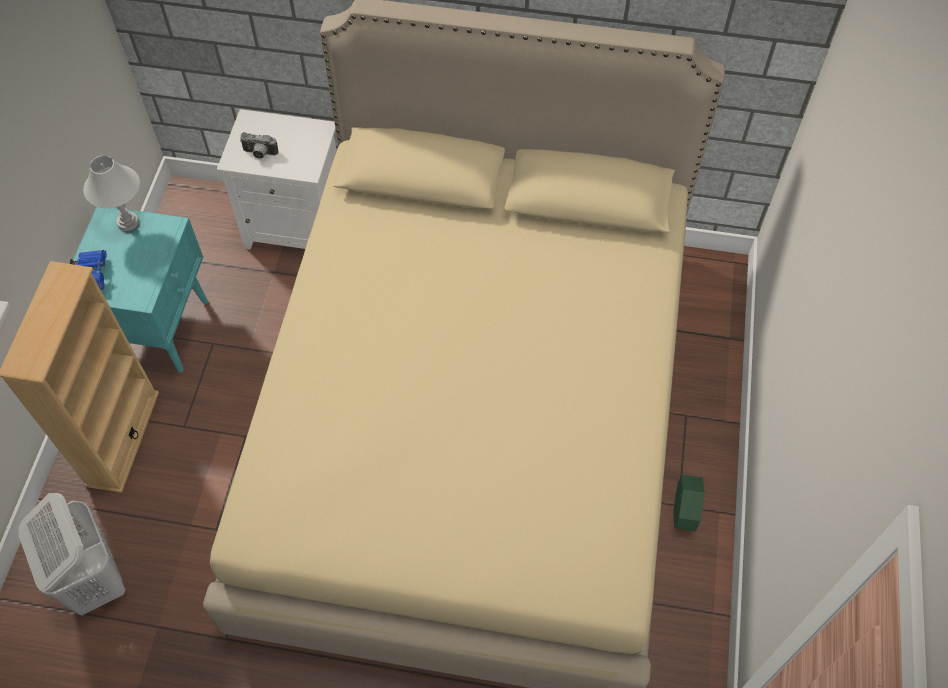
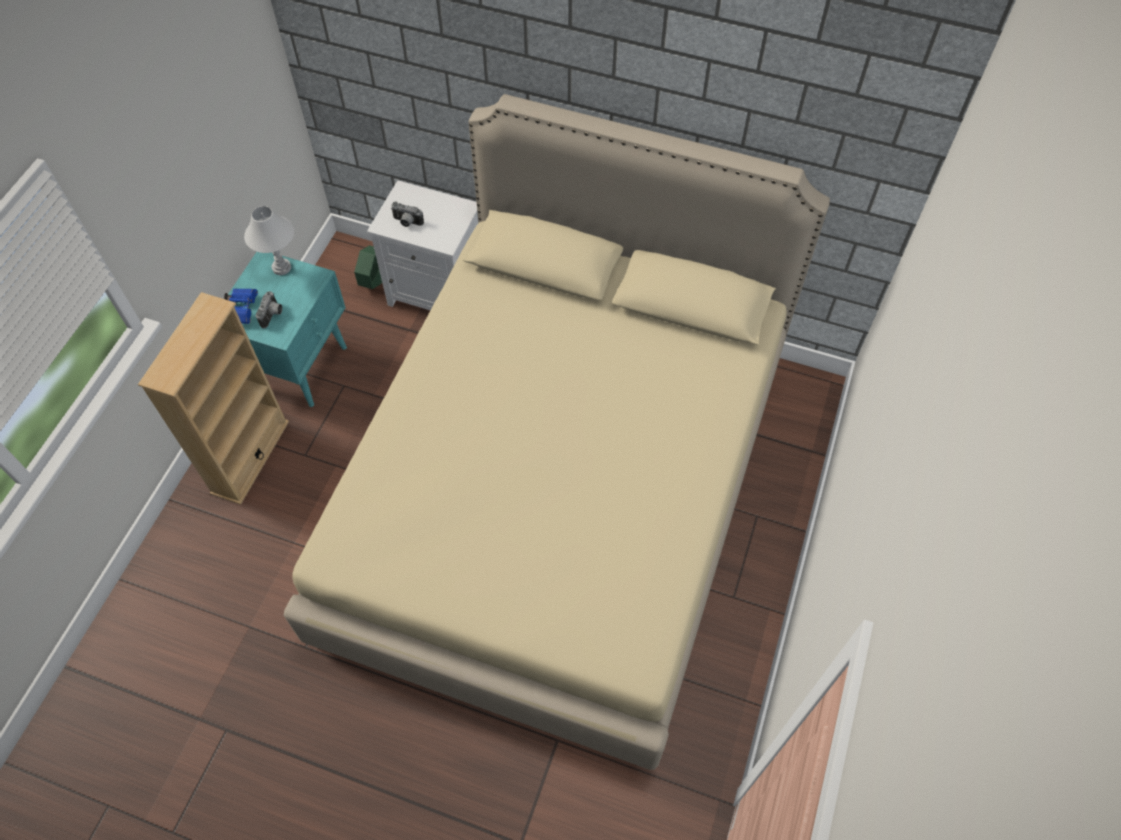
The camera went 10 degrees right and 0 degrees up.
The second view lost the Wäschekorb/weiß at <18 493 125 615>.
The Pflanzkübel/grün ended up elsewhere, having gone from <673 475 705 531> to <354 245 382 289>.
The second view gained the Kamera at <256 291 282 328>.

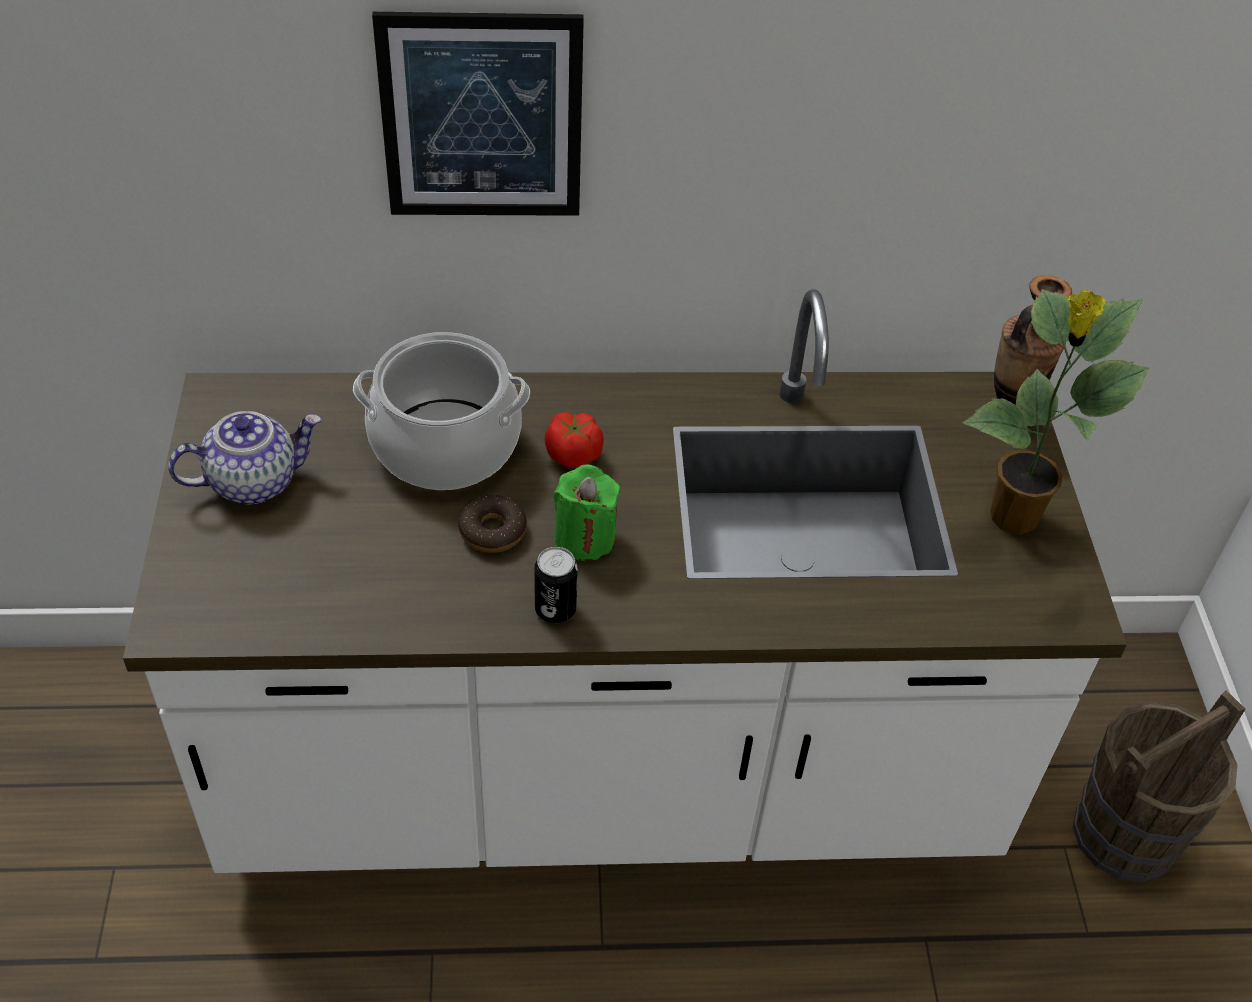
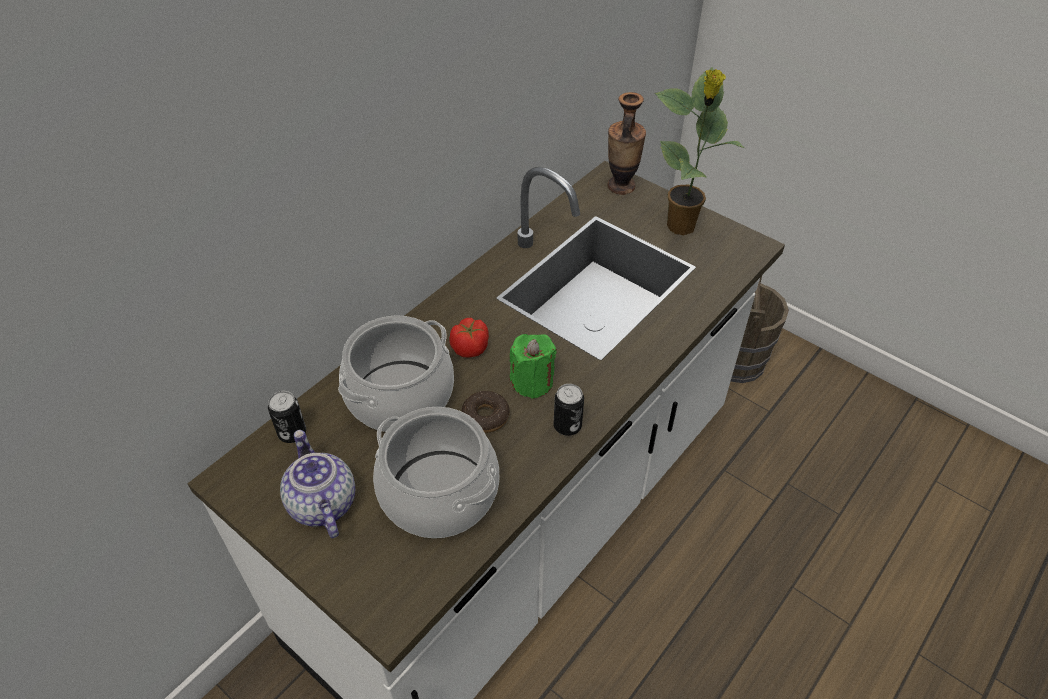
The camera went 45 degrees left and 0 degrees up.
The Teekanne at <168 411 321 504> ended up facing another way, 45 degrees counterclockwise from before.
The second view lost the Bild at <372 12 584 216>.
The second view gained the Dose at <268 391 306 443>.
The second view gained the Kochtopf at <373 407 499 538>.

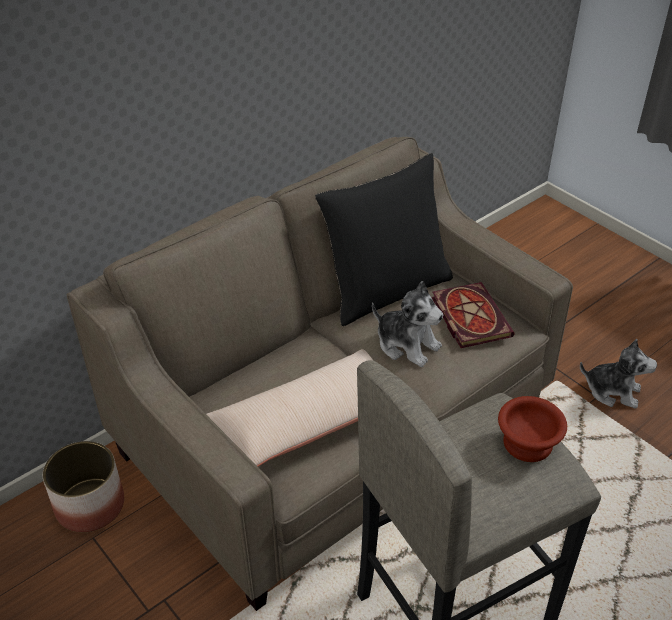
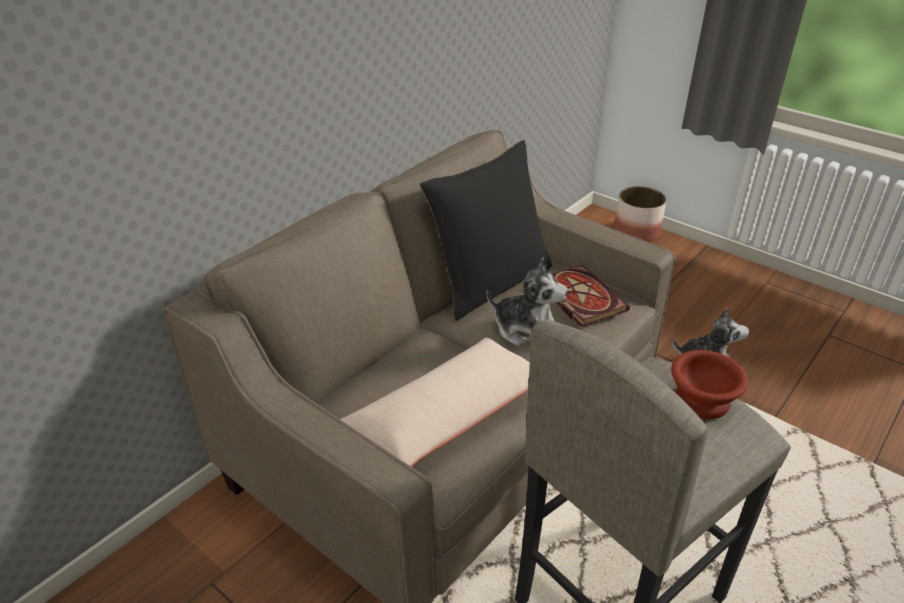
The camera went 10 degrees left and 5 degrees down.
The Pflanzkübel ended up elsewhere, having gone from <43 441 124 532> to <614 186 667 242>.

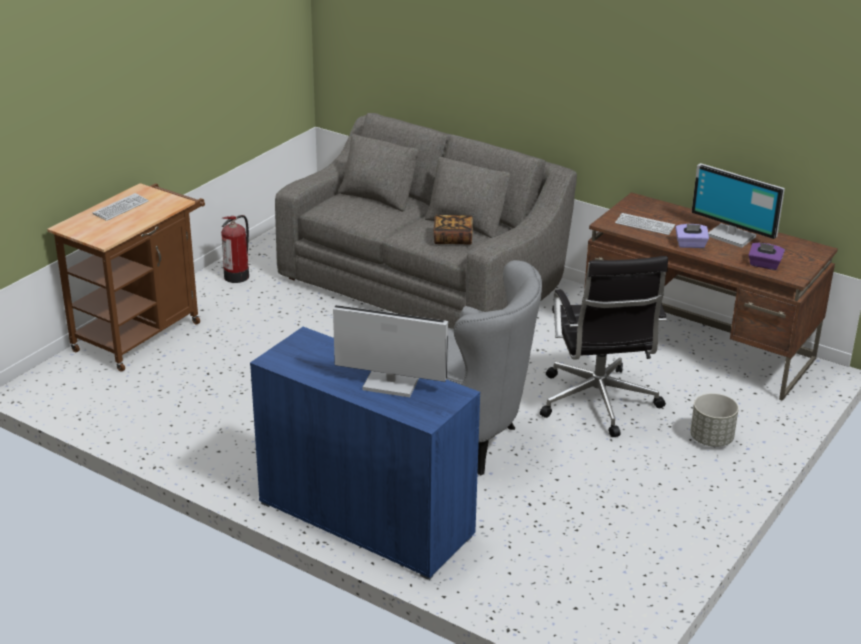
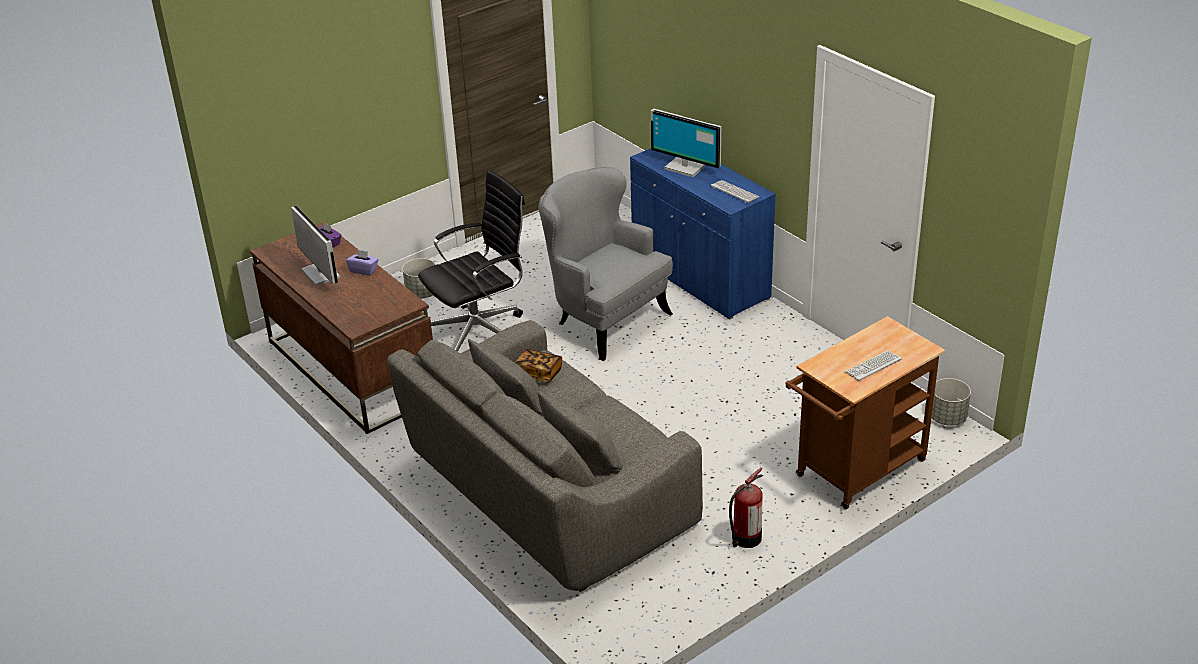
The camera went 160 degrees left and 5 degrees up.
The Bürostuhl/schwarz at <540 256 668 437> ended up facing another way, 45 degrees clockwise from before.
The Tastatur ended up elsewhere, having gone from <615 213 675 235> to <711 180 759 203>.
The second view gained the Pflanzkübel/grau at <931 378 971 426>.

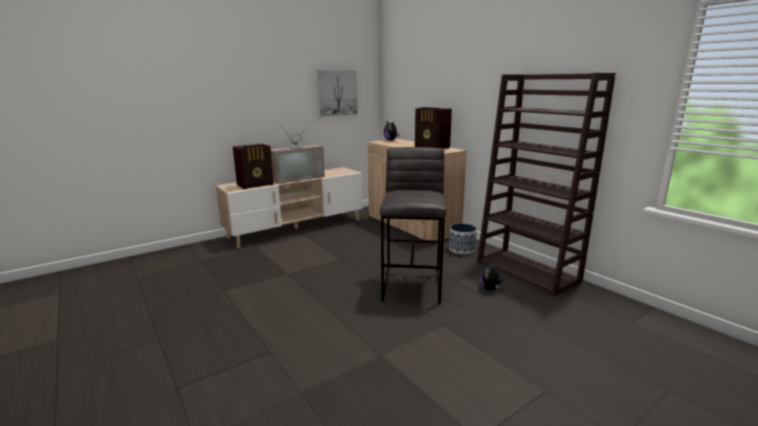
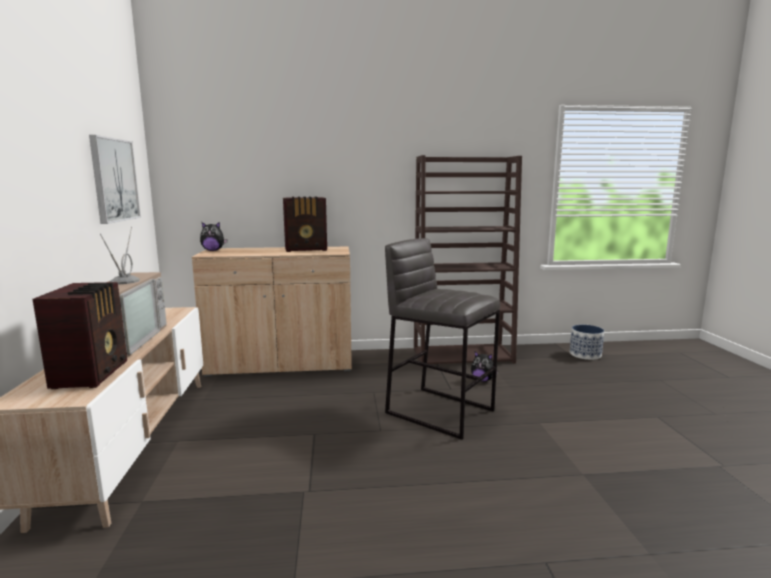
The camera went 60 degrees left and 5 degrees down.
The Pflanzkübel ended up elsewhere, having gone from <449 223 477 254> to <570 325 604 360>.

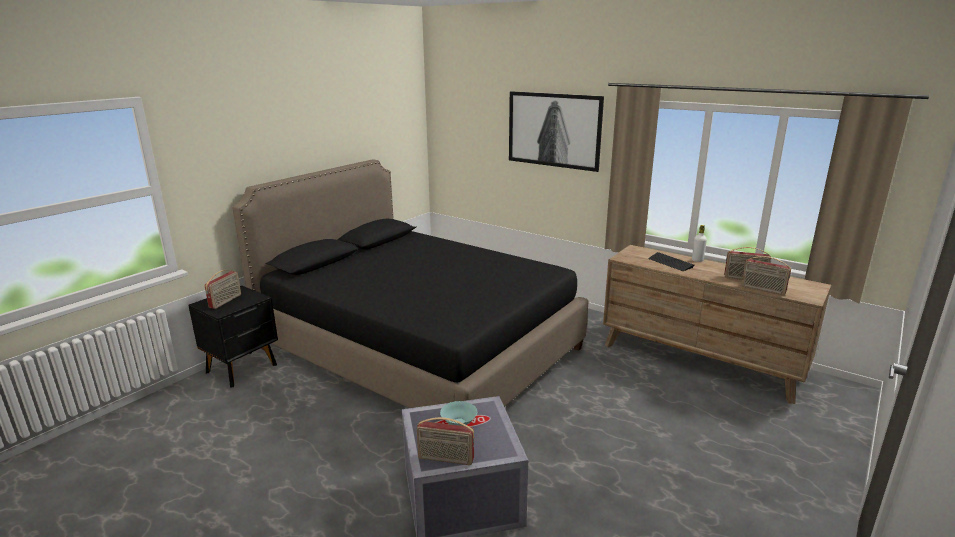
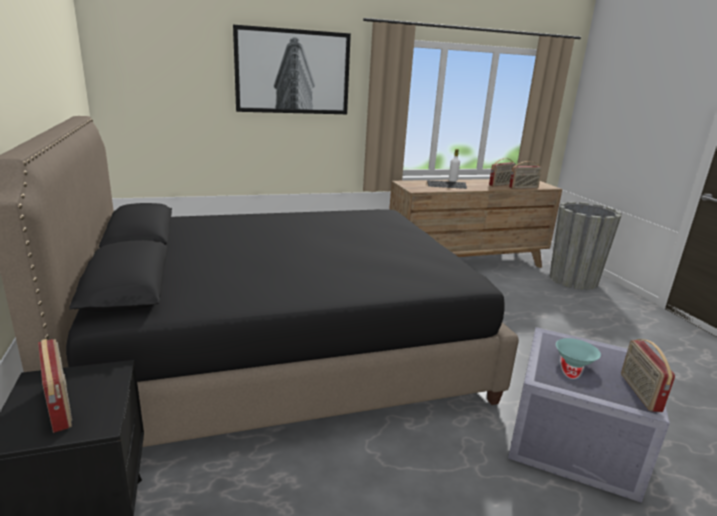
The camera went 55 degrees left and 0 degrees up.
The Radio at <417 417 475 465> ended up facing another way, 135 degrees clockwise from before.
The second view gained the Pflanzkübel/grau at <550 202 622 290>.

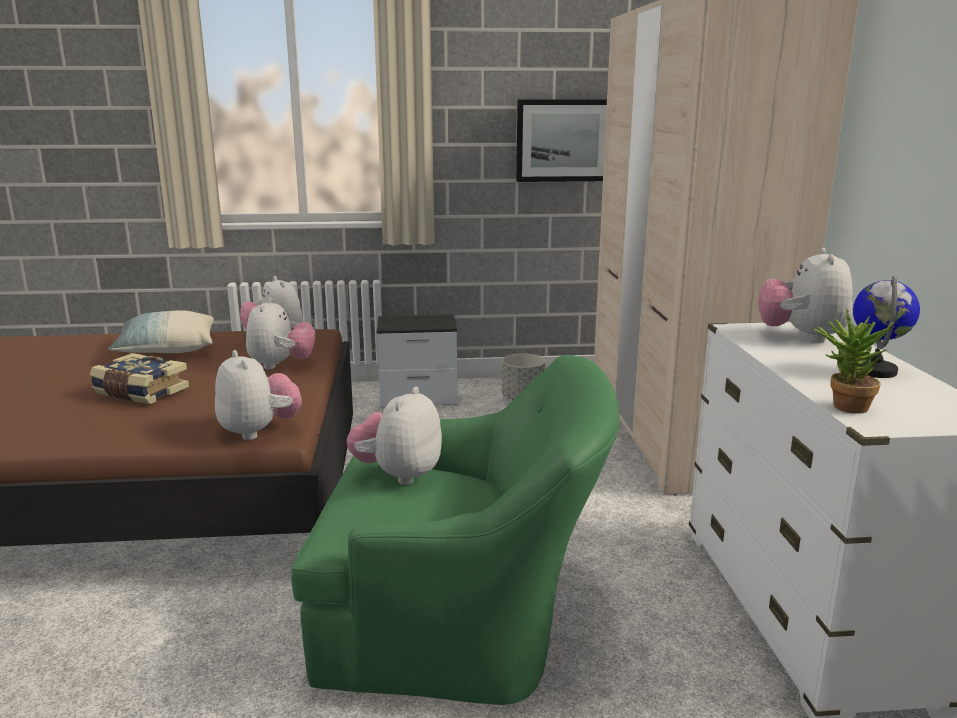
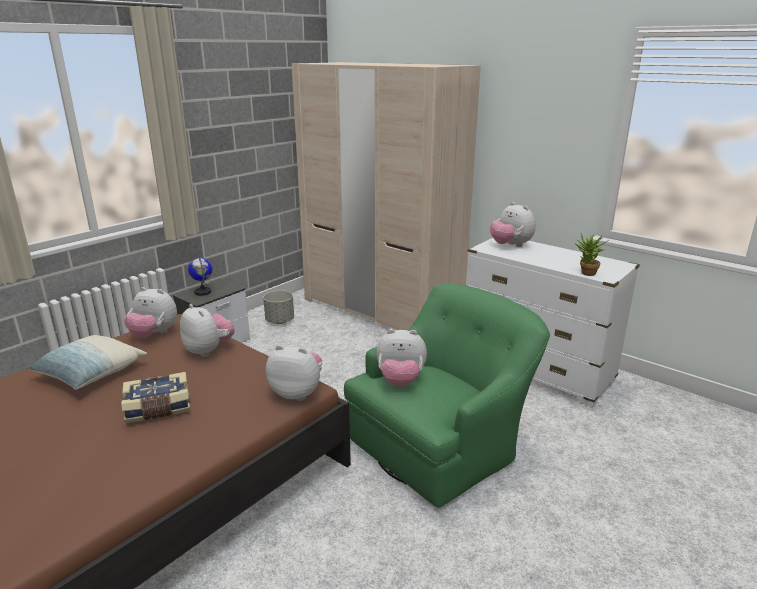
The camera went 45 degrees left and 5 degrees up.
The Plüschtier at <347 387 442 485> ended up facing another way, 60 degrees counterclockwise from before.
The second view lost the Bild at <516 100 607 182>.
The Globus ended up elsewhere, having gone from <853 276 920 378> to <188 257 212 296>.

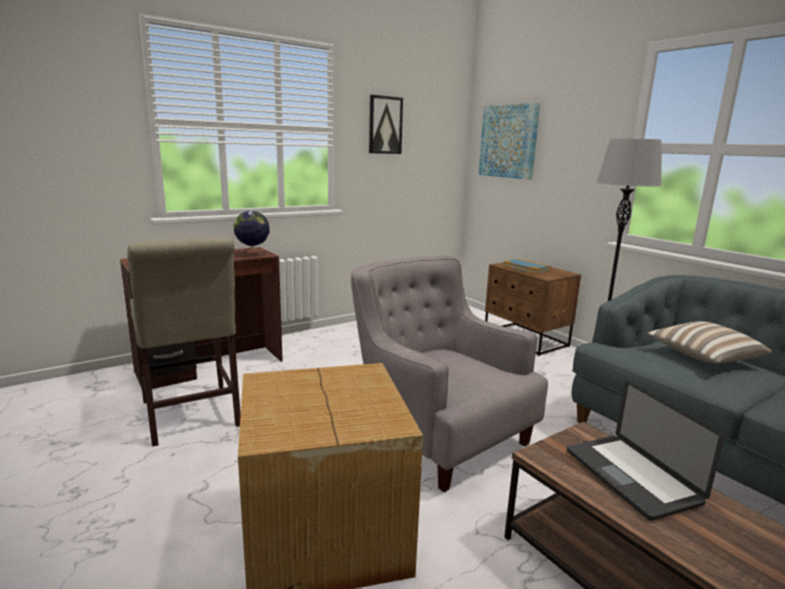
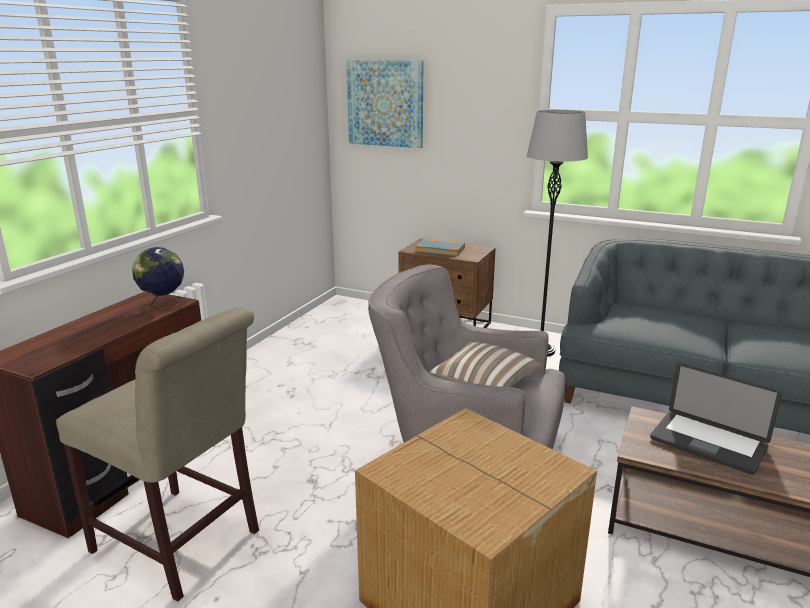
The camera went 30 degrees left and 5 degrees up.
The second view lost the Bild at <369 95 403 154>.
The Kissen ended up elsewhere, having gone from <647 321 772 364> to <429 342 542 387>.

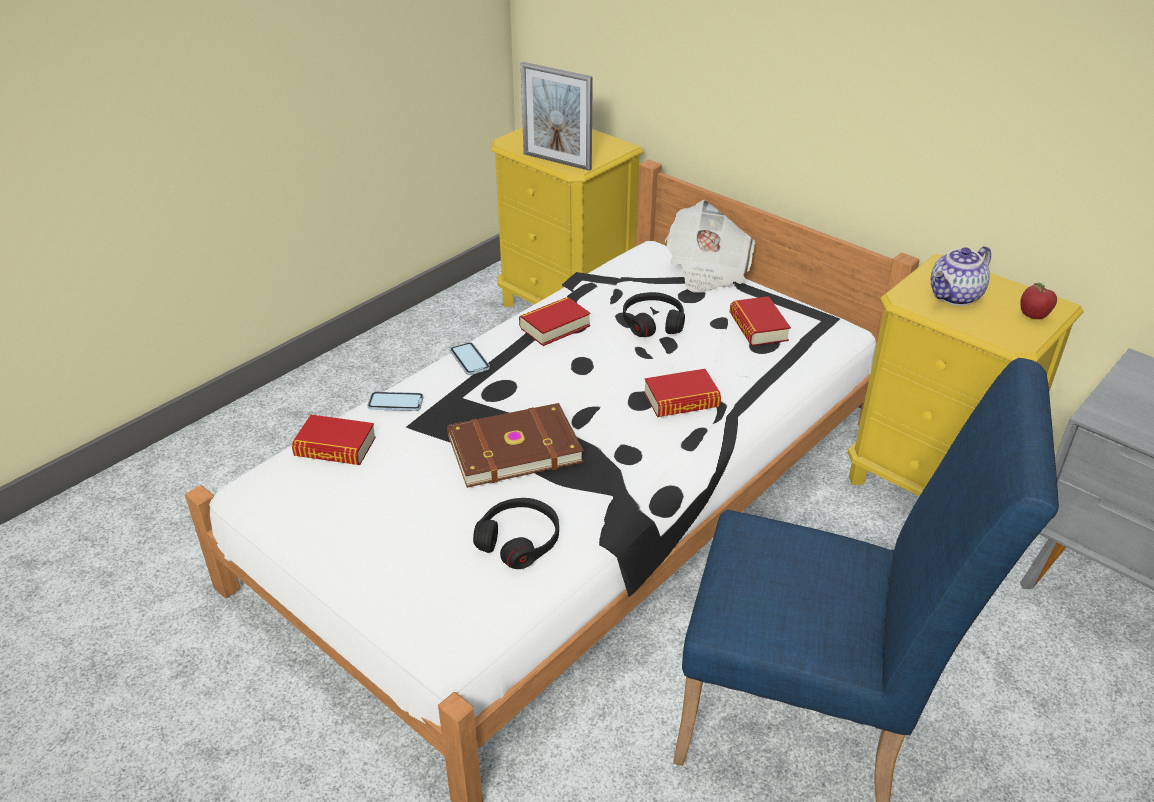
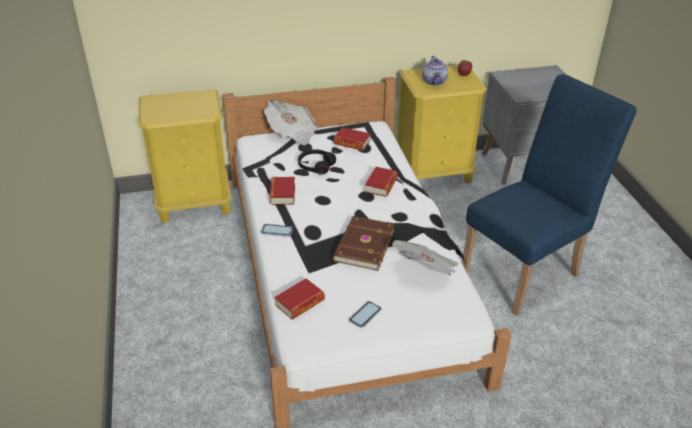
The camera went 55 degrees left and 0 degrees up.
The Handy ended up elsewhere, having gone from <368 392 424 411> to <349 301 381 328>.
Where the Kopfhörer/schwarz stood at <473 498 559 569>, the Zeitung came to stand at <392 240 459 275>.
The second view lost the Bilderrahmen at <521 62 593 171>.

